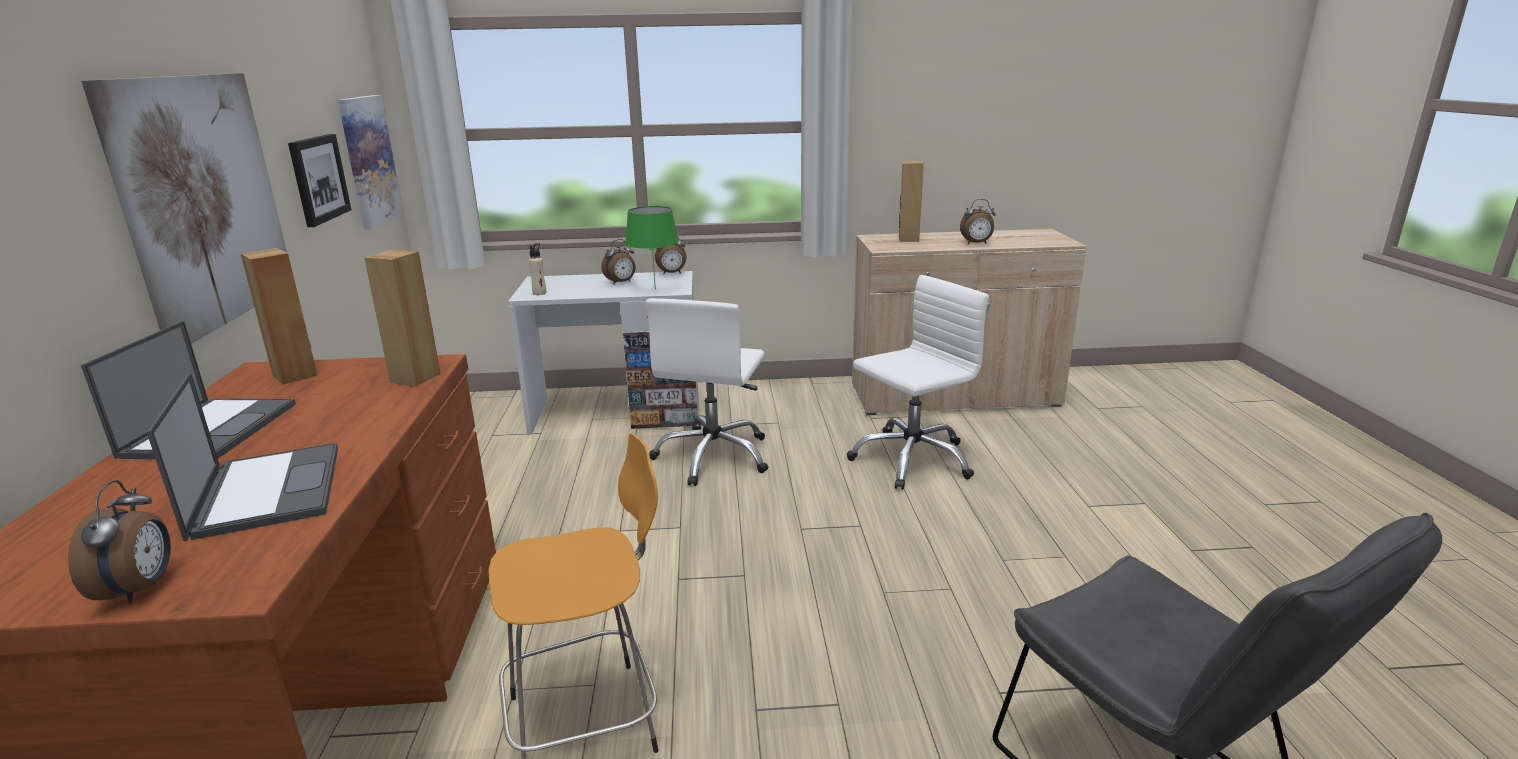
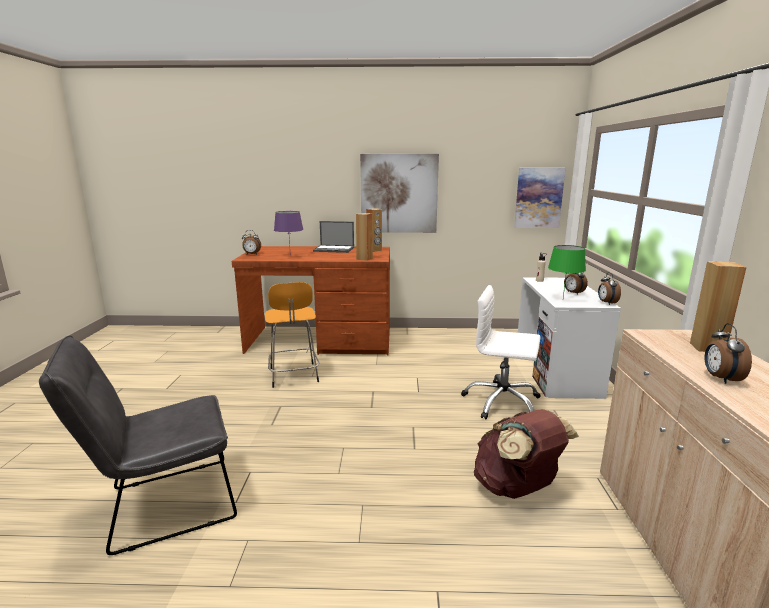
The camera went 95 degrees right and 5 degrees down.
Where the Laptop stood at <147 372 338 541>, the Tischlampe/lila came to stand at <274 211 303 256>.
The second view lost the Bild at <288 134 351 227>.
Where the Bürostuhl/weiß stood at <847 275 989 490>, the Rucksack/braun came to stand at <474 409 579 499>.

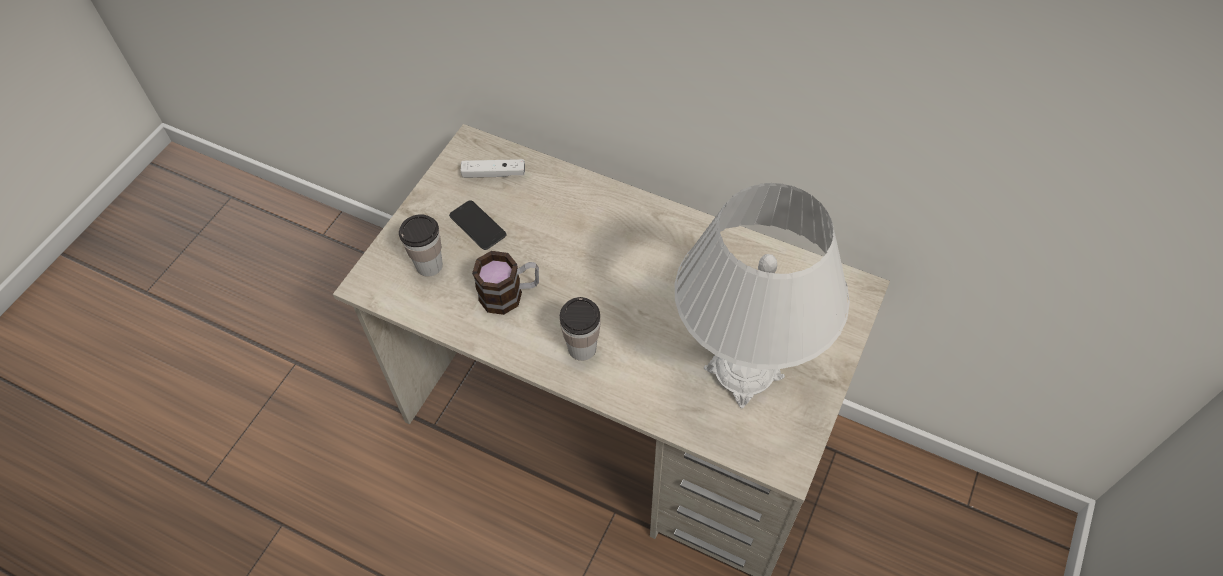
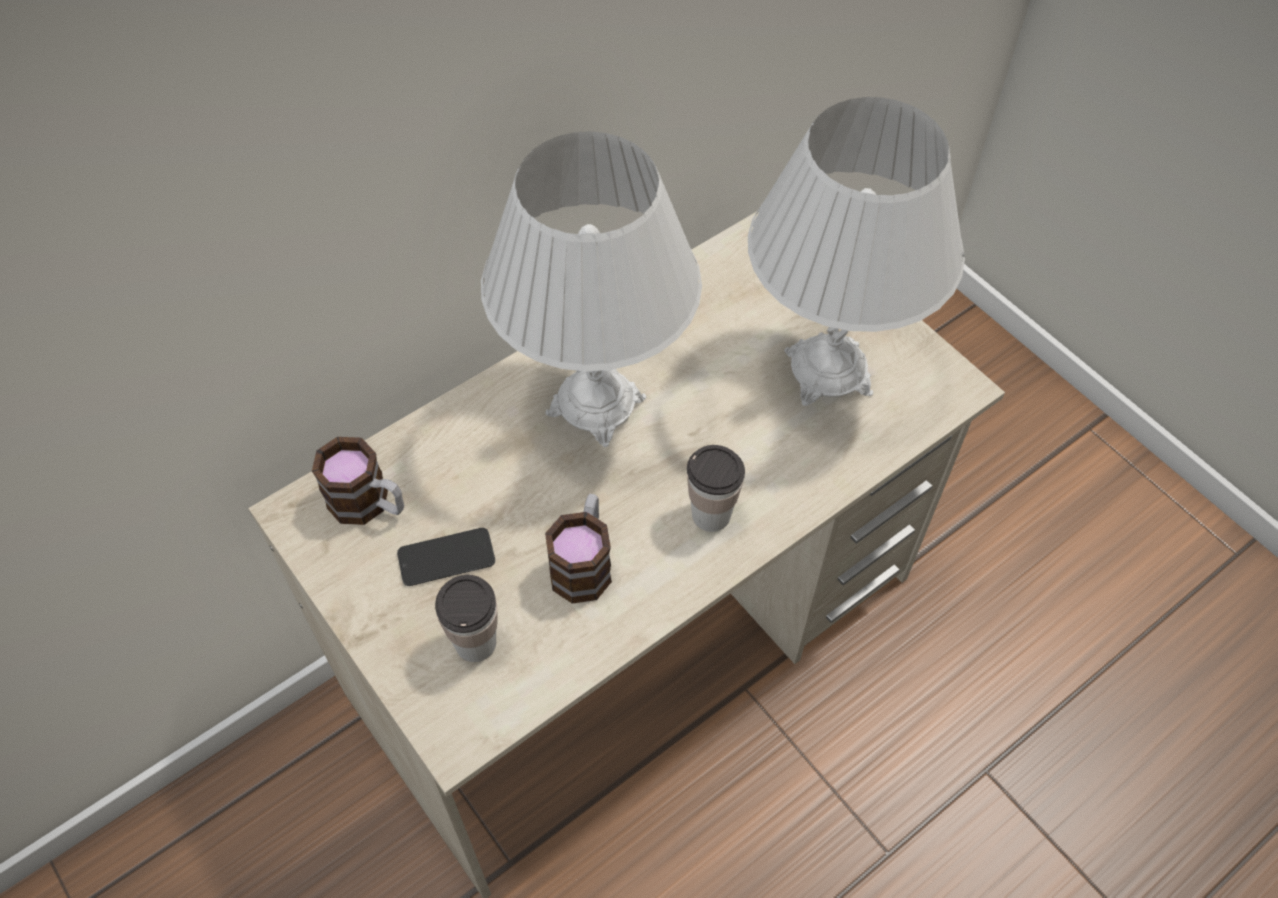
The camera went 65 degrees left and 0 degrees up.
Where the Gamepad/weiß stood at <461 159 525 178>, the Henkelbecher came to stand at <312 437 404 525>.
The second view gained the Tischlampe/weiß at <481 131 702 447>.

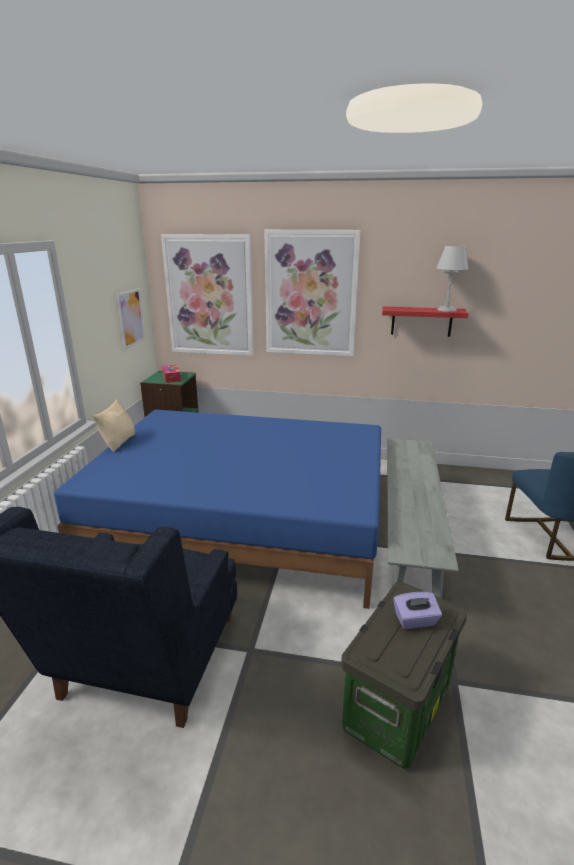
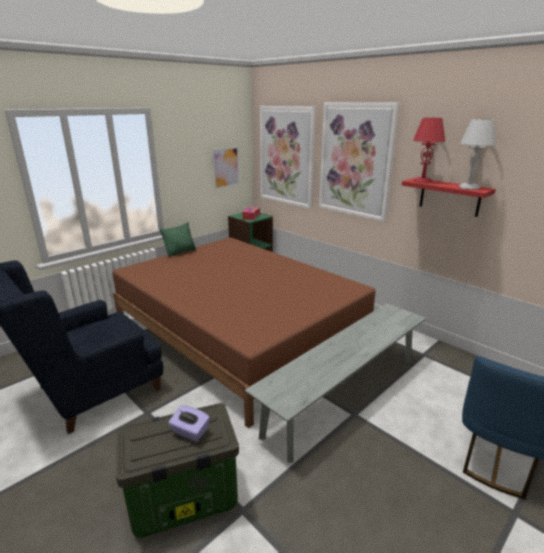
The camera went 35 degrees right and 0 degrees up.
What was the Bett/blau at <54 410 381 609> turned into the Bett/braun at <112 237 376 428>.
What was the Kissen/beige at <93 399 135 452> turned into the Kissen/grün at <160 222 196 257>.
The second view gained the Tischlampe/rot at <413 118 445 183>.

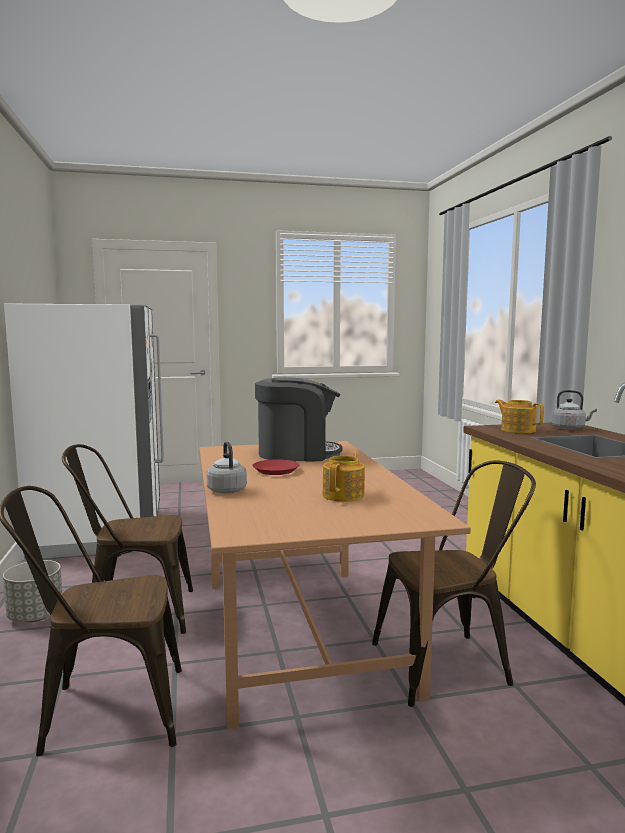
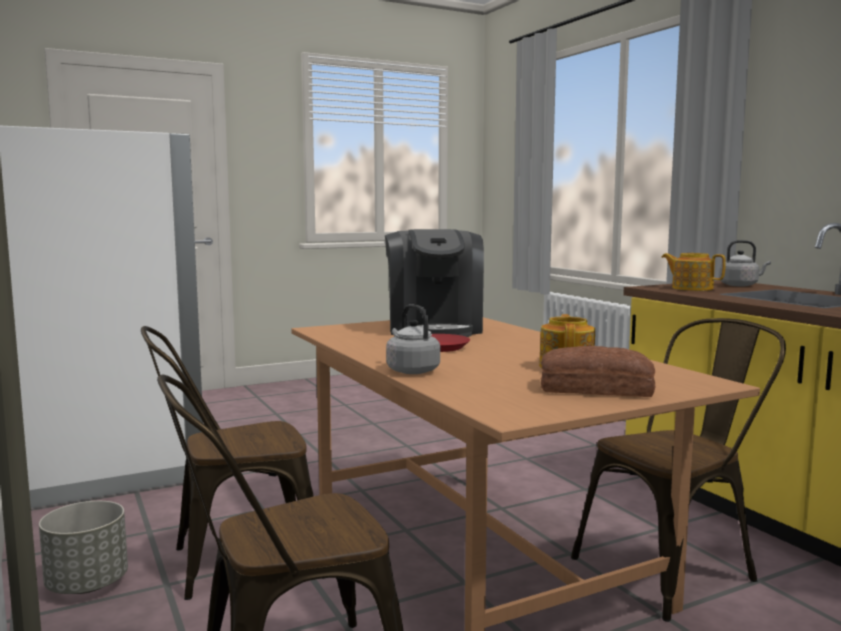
The camera went 15 degrees left and 0 degrees up.
The Kaffeemaschine at <255 377 343 462> ended up facing another way, 105 degrees clockwise from before.
The second view gained the Brot at <541 346 655 397>.

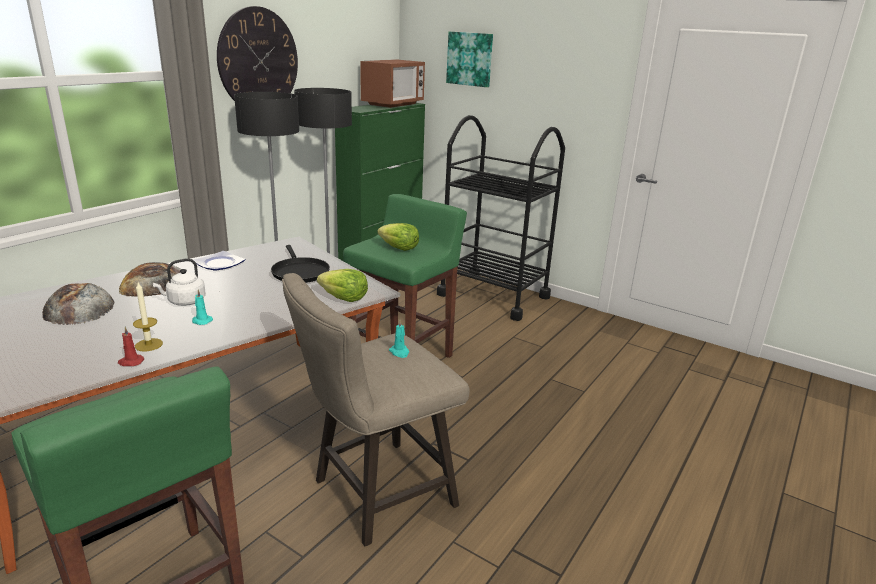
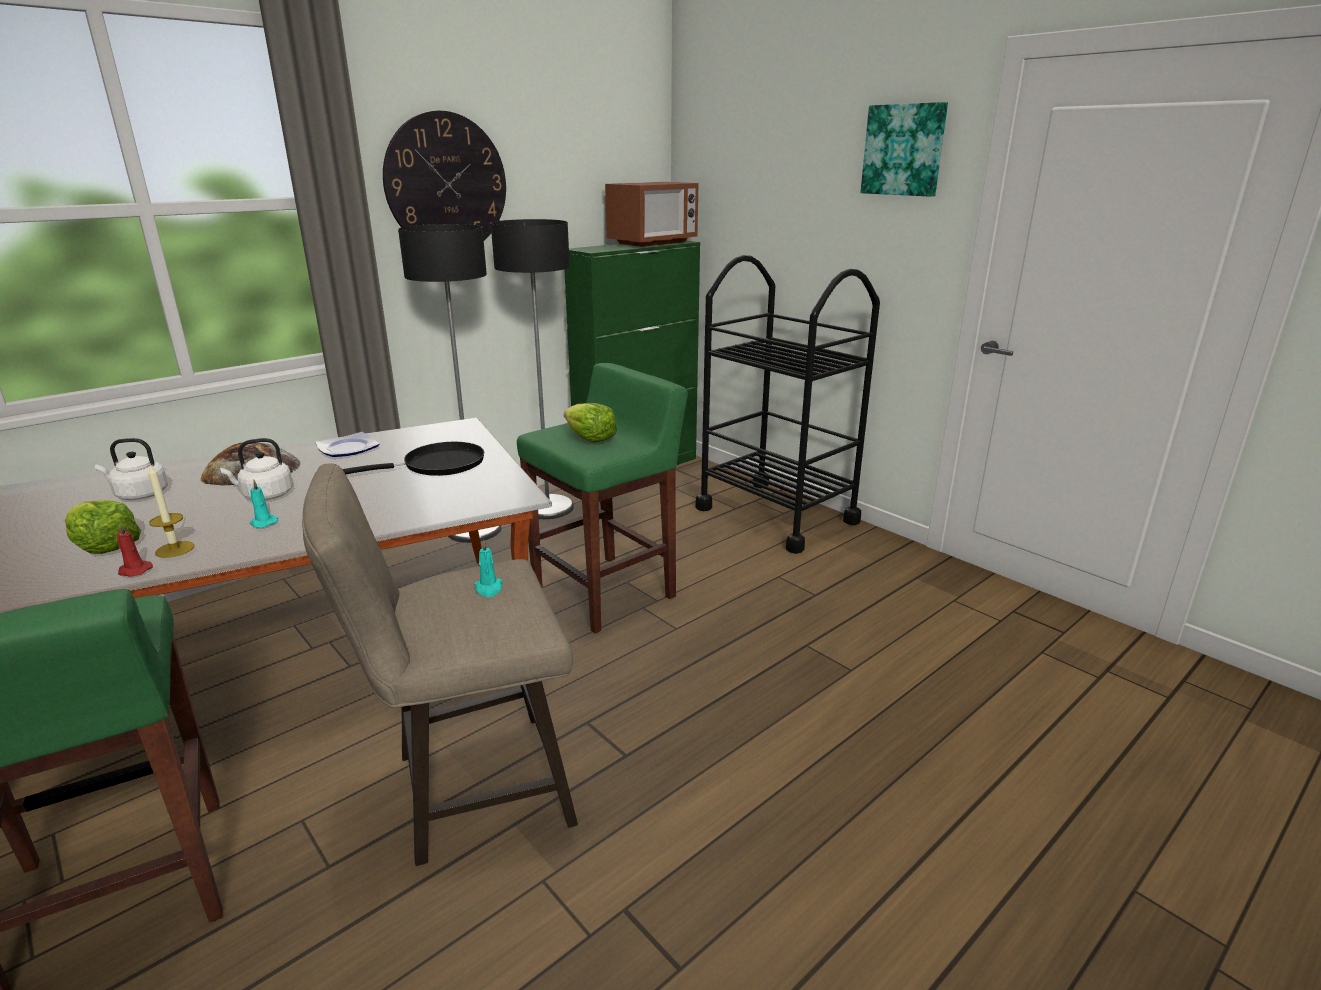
The camera went 15 degrees right and 0 degrees up.
Where the Brot stood at <42 283 115 325>, the Wasserkessel/weiß came to stand at <95 438 168 500>.
The Pfanne/schwarz at <271 245 330 283> ended up facing another way, 105 degrees counterclockwise from before.
The Salatkopf ended up elsewhere, having gone from <317 269 368 302> to <65 500 141 554>.
The Bild ended up elsewhere, having gone from <446 32 493 87> to <861 102 948 197>.

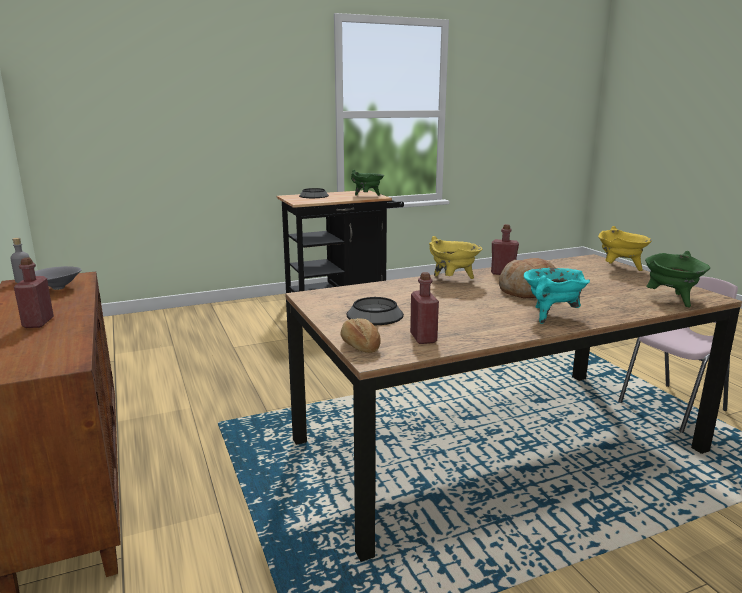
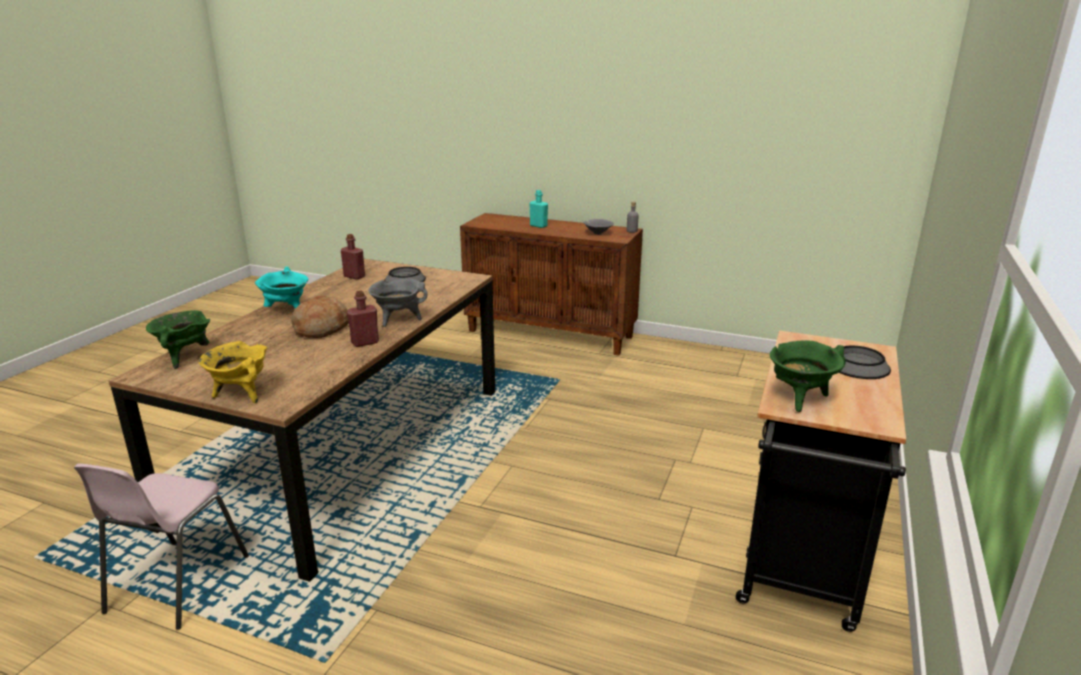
The camera went 135 degrees right and 5 degrees up.
What was the Flasche/rot at <14 258 54 328> turned into the Flasche/türkis at <529 190 548 228>.
The second view lost the Brot at <341 318 381 353>.
What was the Kochtopf/gelb at <429 236 482 279> turned into the Kochtopf/grau at <369 279 427 327>.

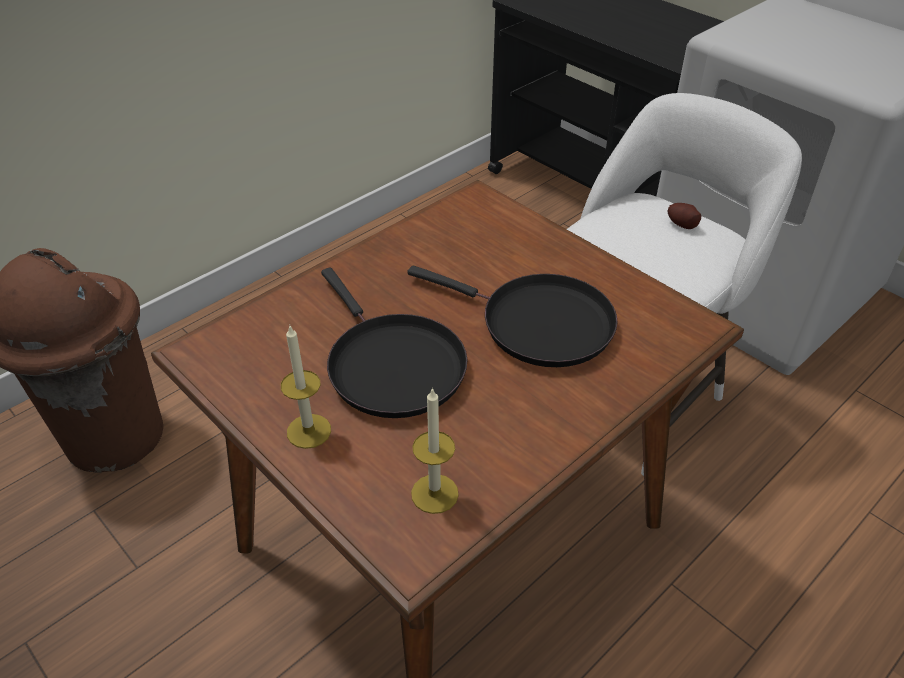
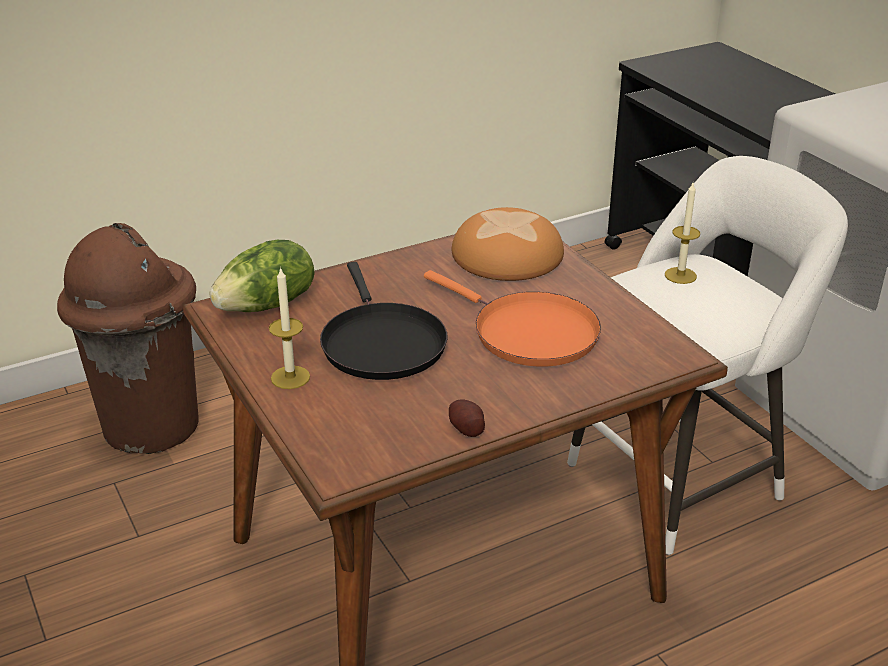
The camera went 15 degrees right and 10 degrees down.
What was the Pfanne/schwarz at <407 266 618 367> turned into the Pfanne/orange at <424 270 601 367>.
The Kerze ended up elsewhere, having gone from <411 387 459 514> to <665 183 700 284>.
The Kartoffel ended up elsewhere, having gone from <668 203 701 229> to <449 400 485 437>.
The second view gained the Salatkopf at <210 240 315 312>.
The second view gained the Brot at <452 207 564 281>.

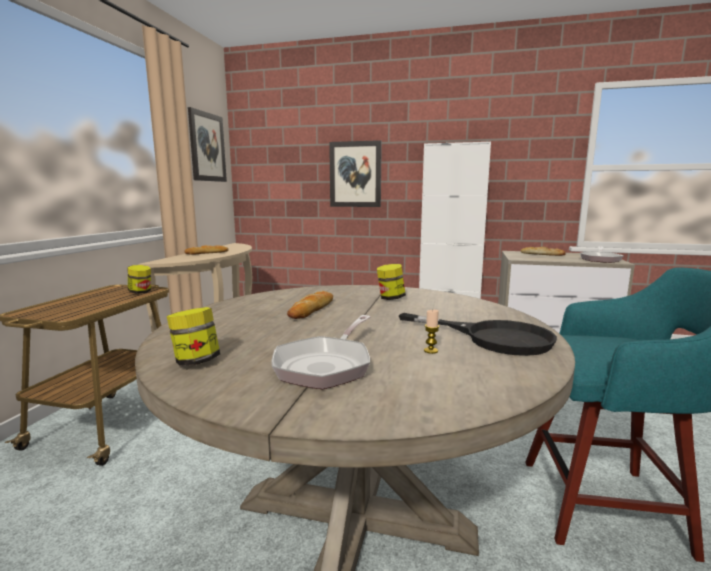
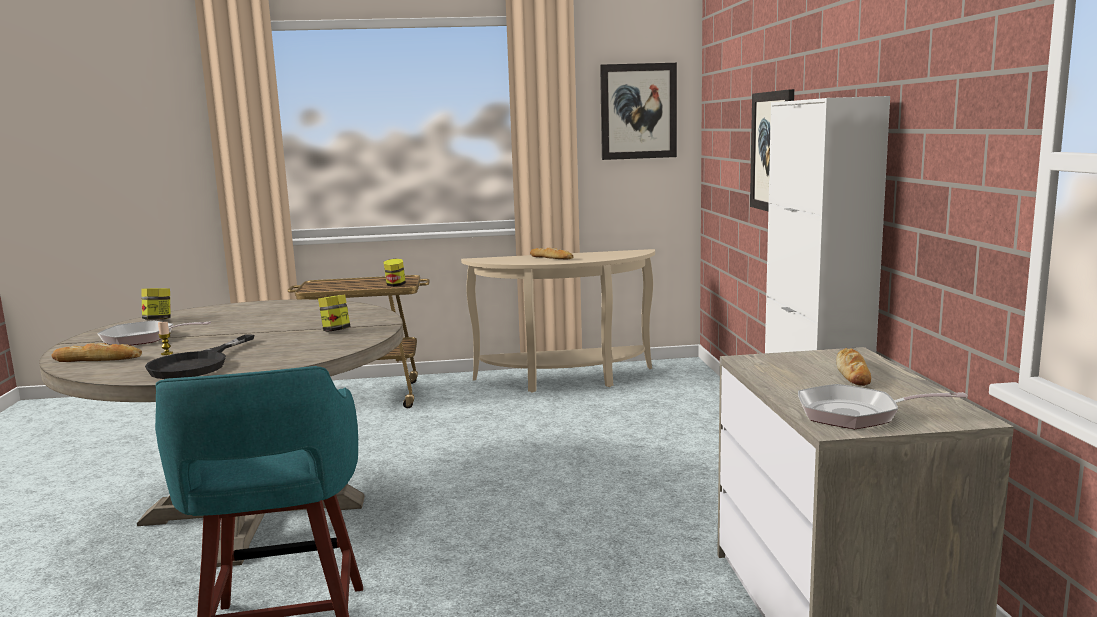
The camera went 70 degrees right and 0 degrees up.
The Brot ended up elsewhere, having gone from <287 291 333 319> to <51 343 142 362>.

